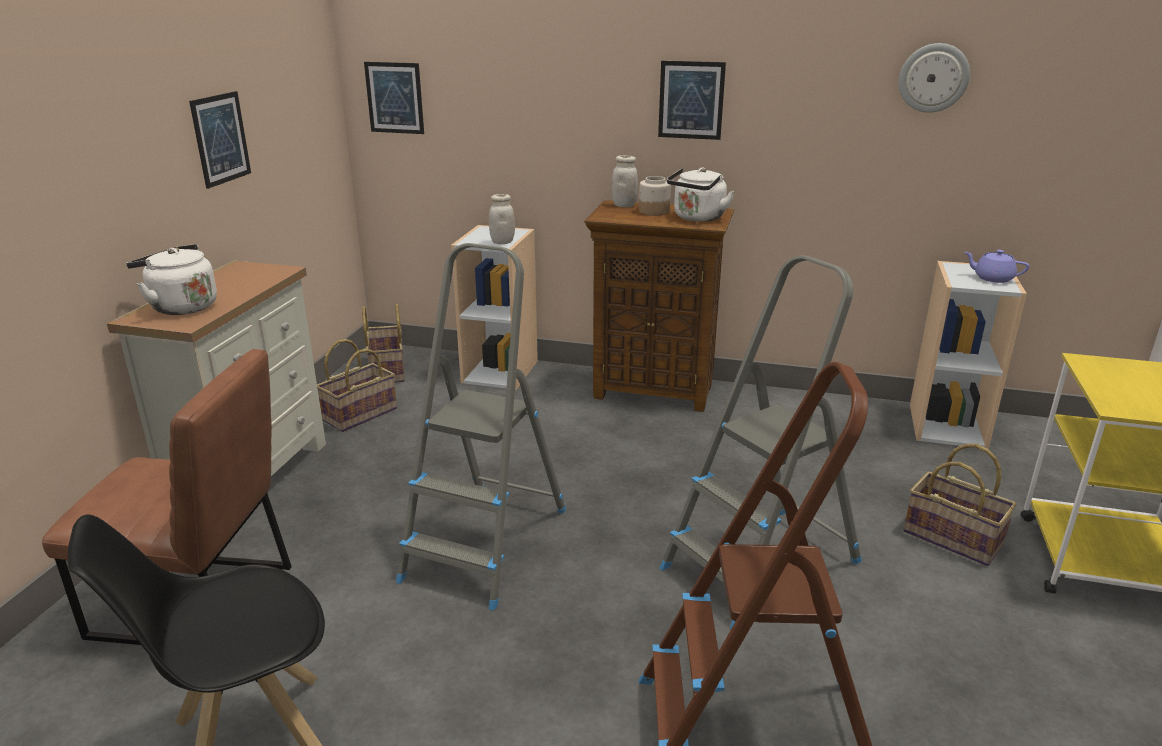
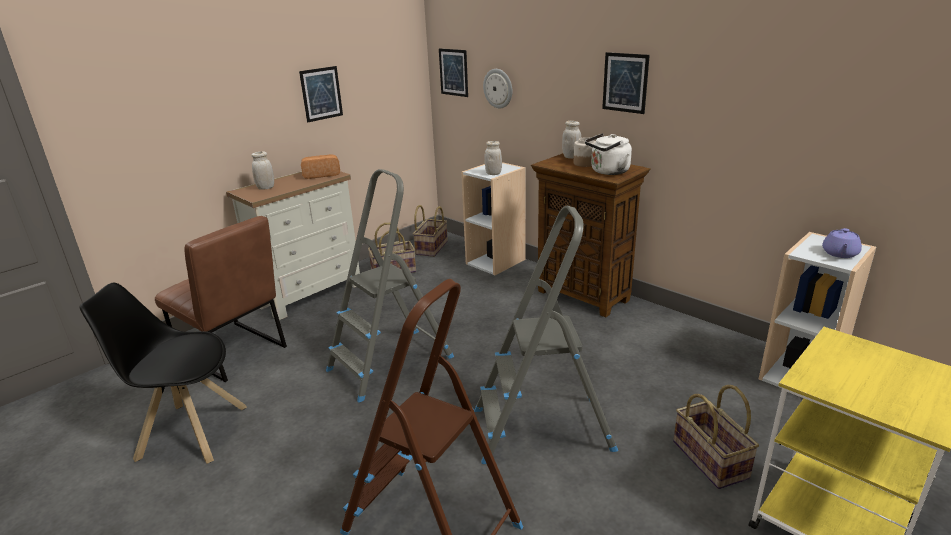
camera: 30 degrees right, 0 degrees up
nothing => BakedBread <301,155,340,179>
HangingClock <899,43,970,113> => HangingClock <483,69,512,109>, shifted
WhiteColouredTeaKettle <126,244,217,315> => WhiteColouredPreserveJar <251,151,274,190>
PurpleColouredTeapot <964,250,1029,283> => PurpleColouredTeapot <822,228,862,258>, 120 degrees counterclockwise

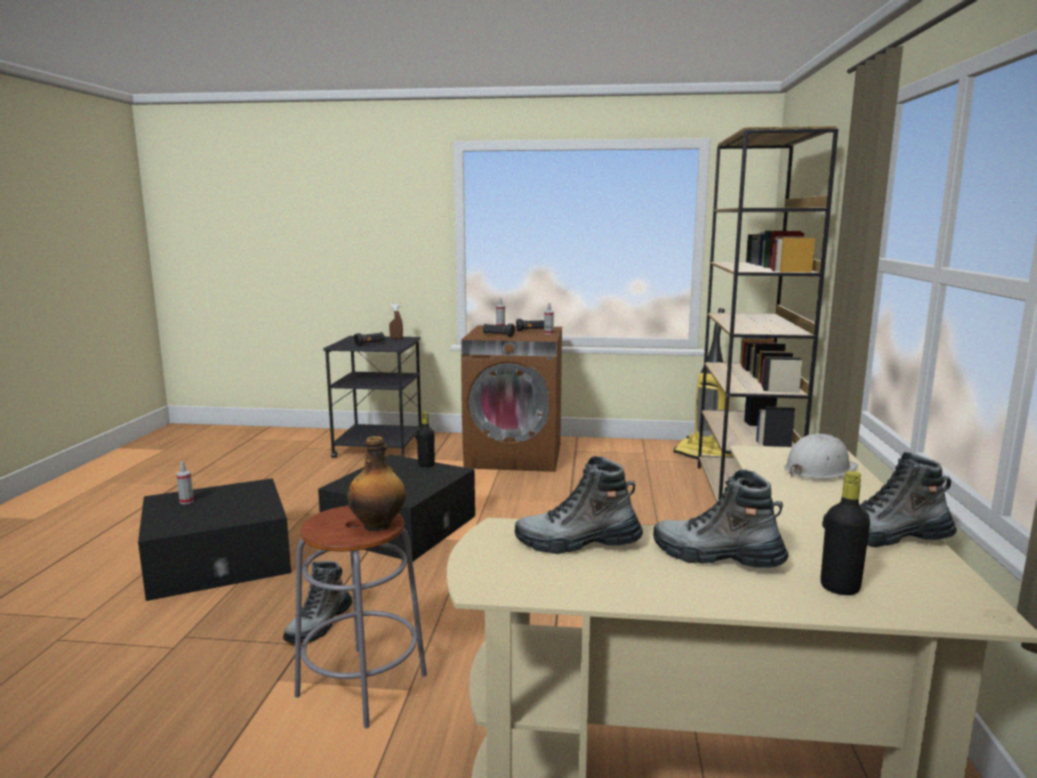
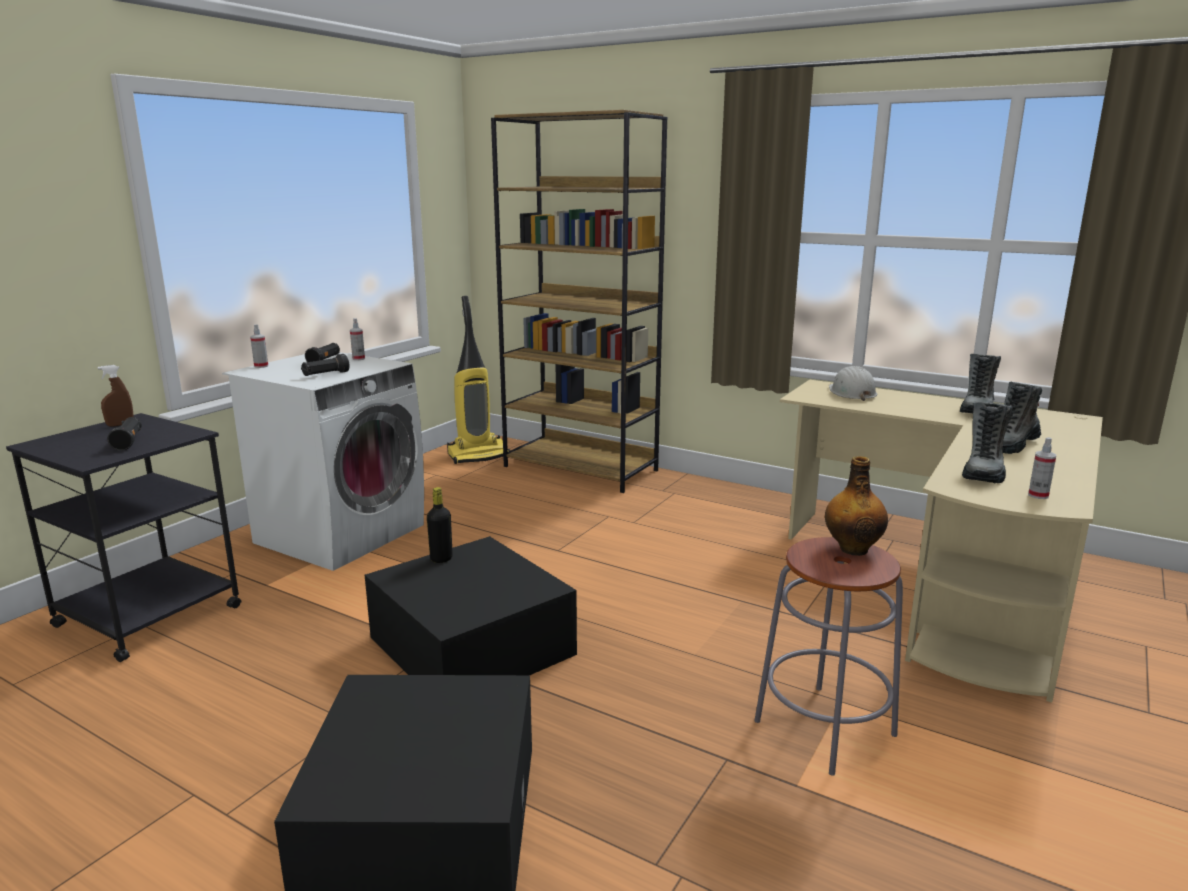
camera: 65 degrees left, 5 degrees up
TallBoot <283,561,352,643> => nothing
BlackishBeverageBottle <821,471,870,595> => nothing
HandSprayer <176,462,194,504> => HandSprayer <1028,437,1056,499>, shifted
BrownWashingMachine <461,325,562,472> => WhiteColouredWashingMachine <222,352,424,571>

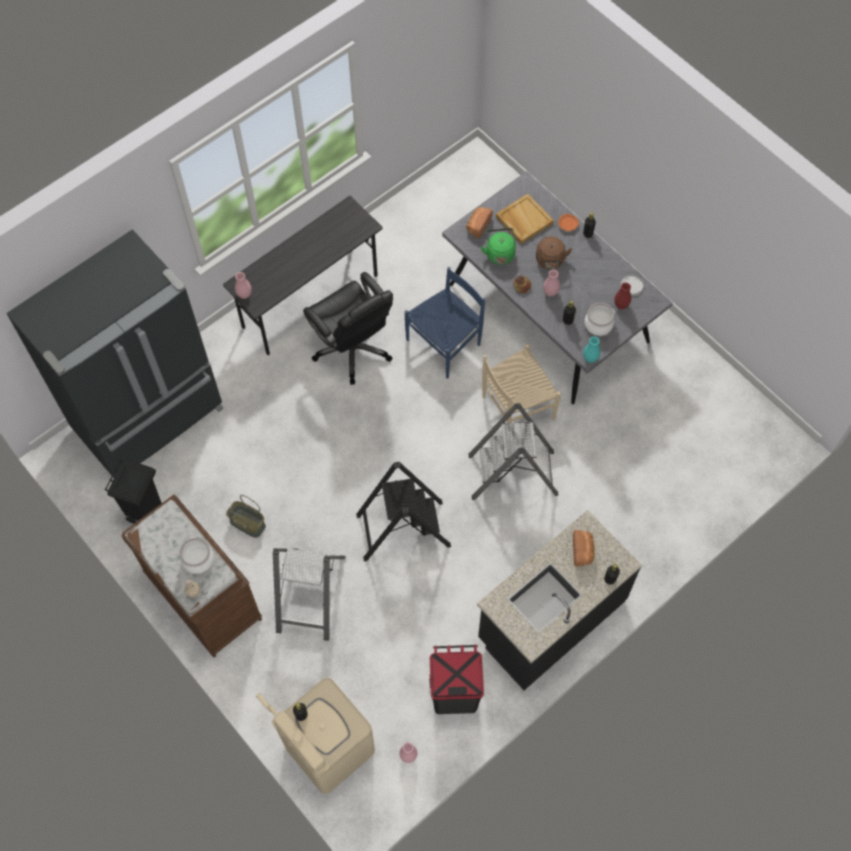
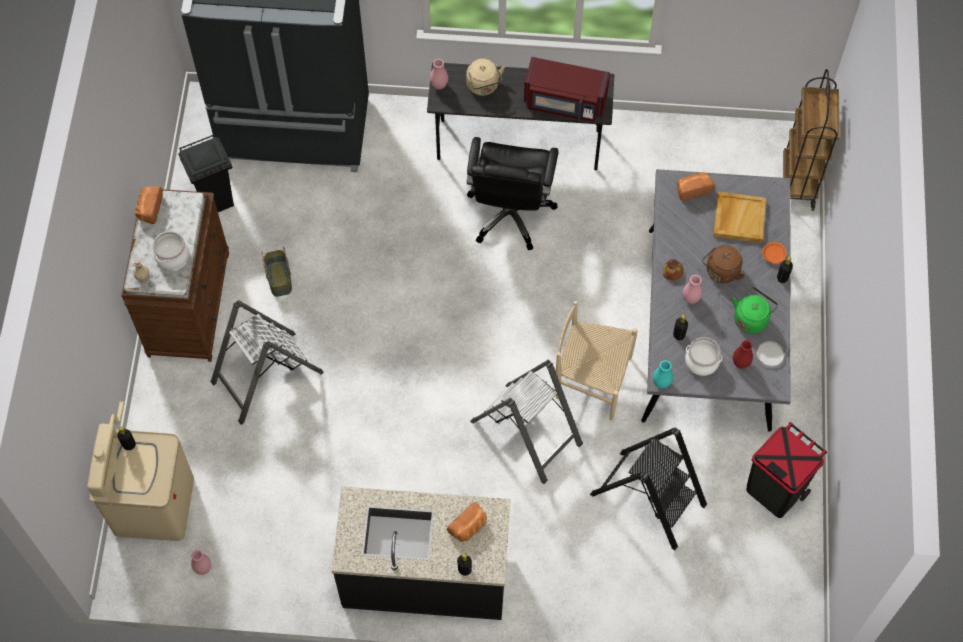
camera: 45 degrees right, 0 degrees up
BlueColouredChair <405,267,485,379> => nothing
nothing => BakedBread <135,186,163,224>
nothing => BeigeColouredTeaKettle <466,58,505,96>
nothing => RedKitchenMicrowave <524,57,610,122>
nothing => BrownCart <783,69,840,211>
BlackishStepLadder <356,462,451,562> => BlackishStepLadder <590,427,707,550>, shifted
BlackishTrashCan <429,644,484,714> => BlackishTrashCan <746,422,827,518>, shifted
GreenTeaKettle <481,228,516,265> => GreenTeaKettle <733,287,778,334>, shifted

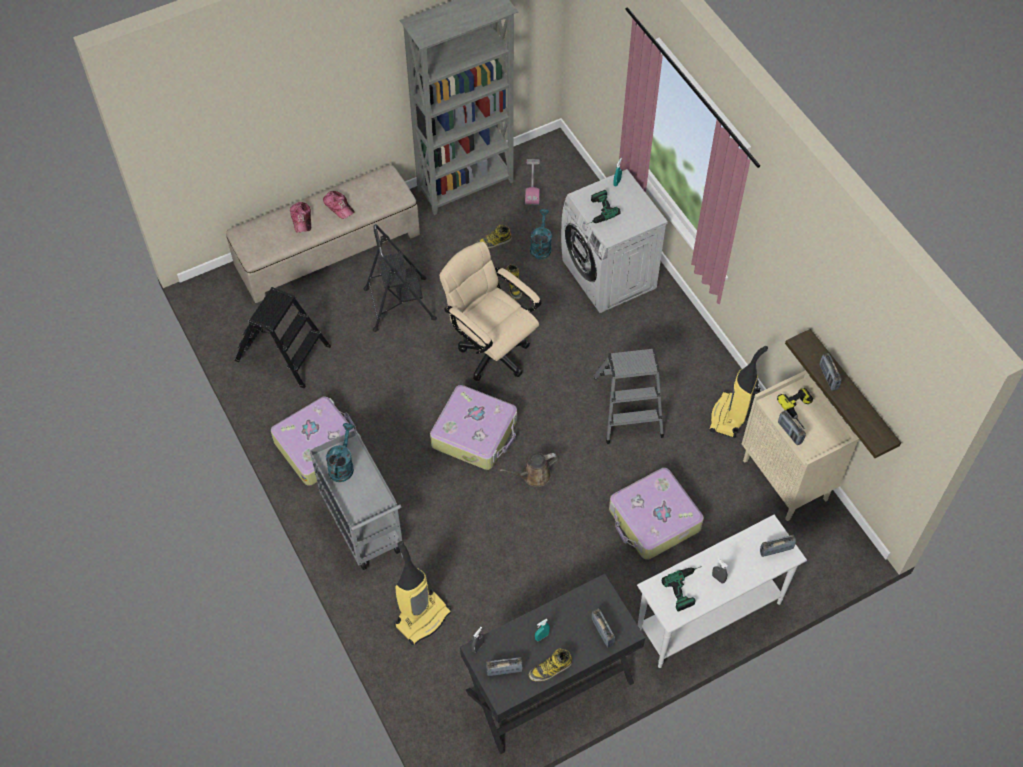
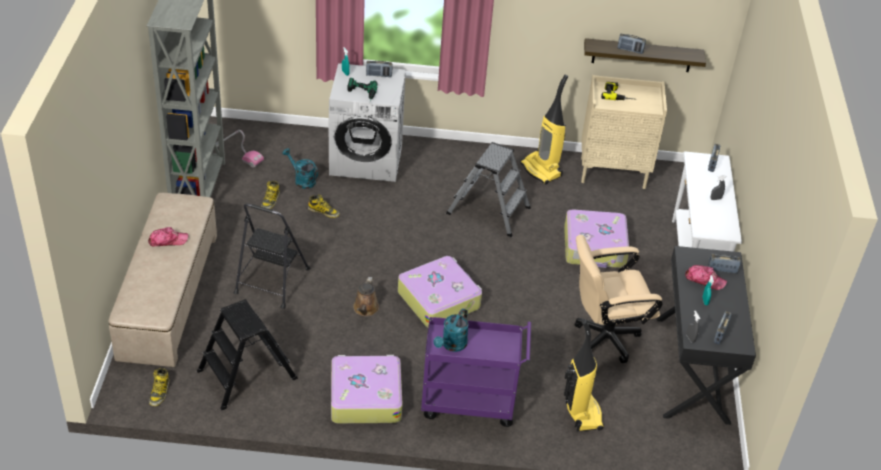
camera: 60 degrees left, 15 degrees down
PowerDrill <662,566,702,612> => nothing
BaseballCap <290,202,311,233> => BaseballCap <685,265,727,290>, shifted
BeigeColouredDeskChair <439,242,541,381> => BeigeColouredDeskChair <575,235,662,363>, shifted
BrownSprinklingCan <499,453,558,487> => BrownSprinklingCan <353,277,379,317>, shifted
TallBoot <529,648,572,681> => TallBoot <149,368,169,406>, shifted
Radio <778,410,806,445> => Radio <366,61,393,77>, shifted
GrayCart <310,430,402,570> => PurpleColouredCart <421,317,531,427>
BlueGreenSprinklingCan <326,423,354,482> => BlueGreenSprinklingCan <433,309,469,352>, 105 degrees counterclockwise

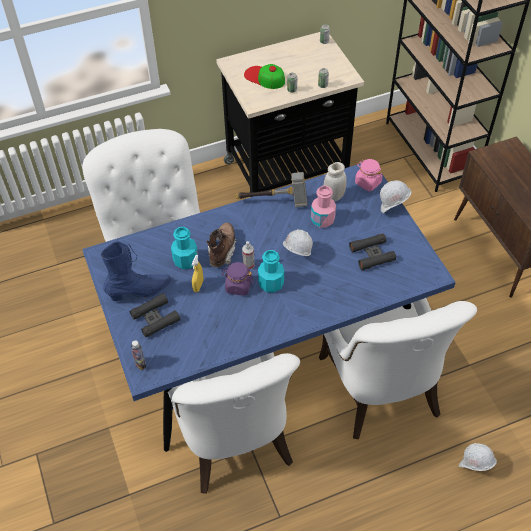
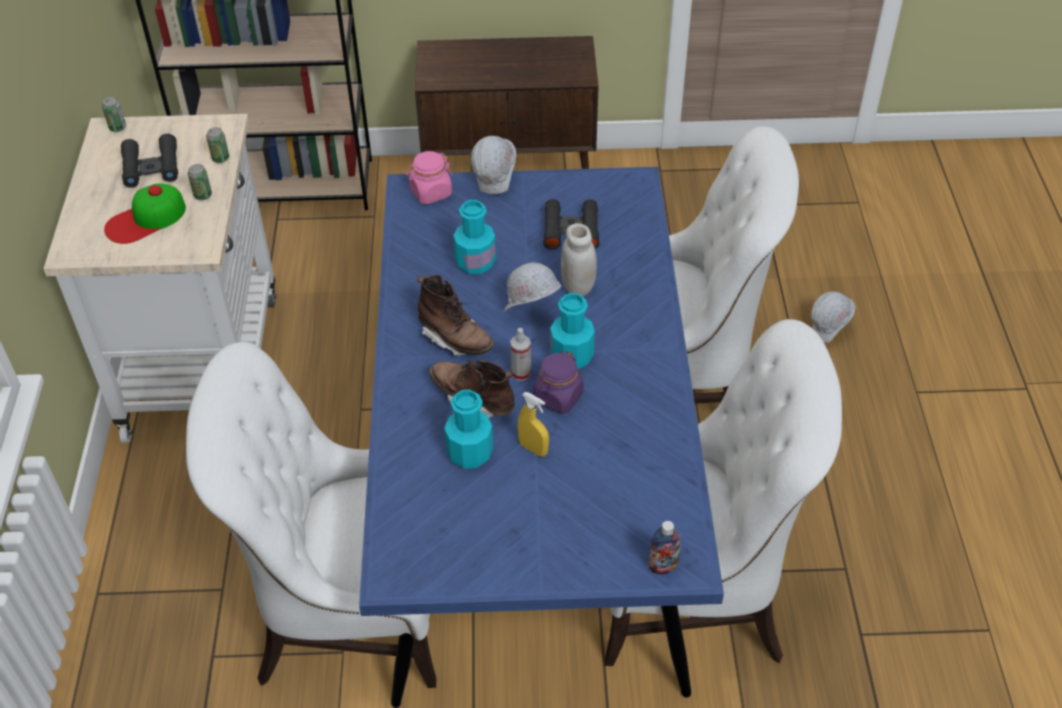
camera: 70 degrees left, 5 degrees down
BlueColouredTallBoot <101,241,172,301> => nothing
ToolHammer <235,172,307,207> => nothing
nothing => BrownTallBoot <417,275,495,356>
BlackishBinoculars <129,293,181,337> => BlackishBinoculars <121,134,178,188>, shifted
WhiteColouredPreserveJar <323,162,347,202> => WhiteColouredPreserveJar <561,223,597,296>, shifted
BlackishCart <216,32,364,197> => WhiteColouredCart <43,114,277,443>
PinkColouredBeverageBottle <311,186,336,228> => BlueGreenBeverageBottle <453,200,496,274>

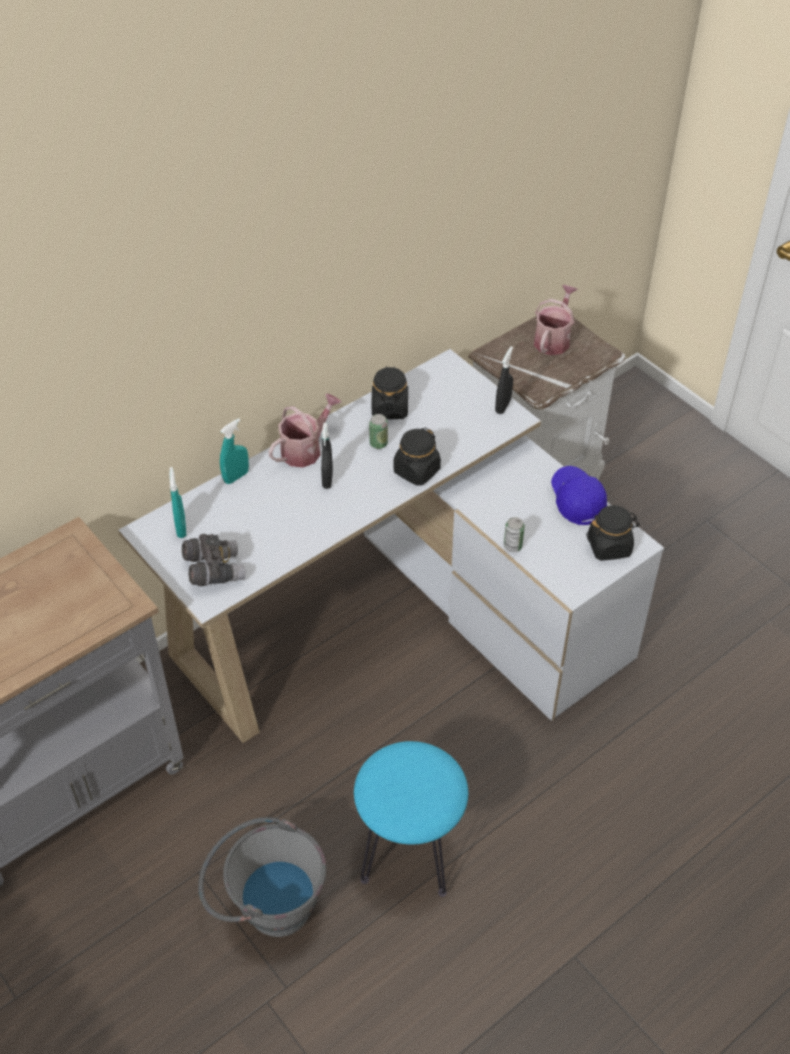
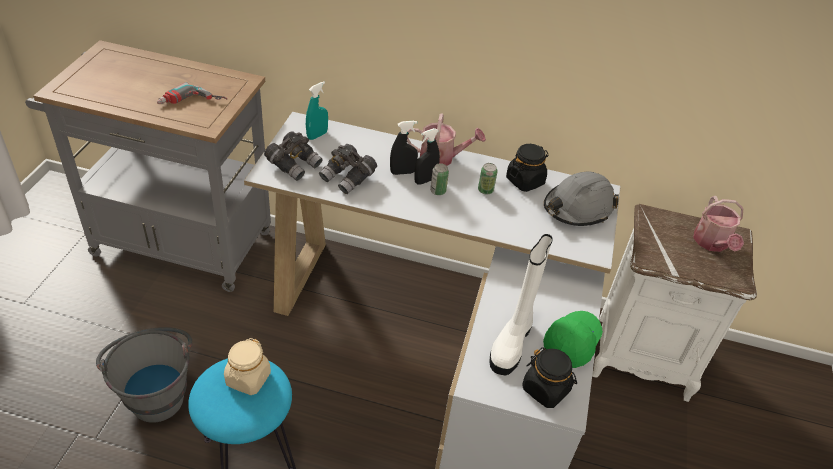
camera: 50 degrees right, 5 degrees down
BlueGreenHandSprayer <220,418,249,484> => nothing
BlackishPreserveJar <394,427,441,486> => nothing
nothing => PowerDrill <157,82,227,104>
nothing => BeigeColouredPreserveJar <224,338,271,395>
nothing => GrayBinoculars <319,144,377,194>
nothing => WhiteColouredTallBoot <489,234,553,375>
nothing => GraySafetyHelmet <544,171,619,226>
BlackishHandSprayer <495,346,513,414> => BlackishHandSprayer <390,121,418,175>, shifted
Can <504,517,525,552> => Can <430,163,449,195>, shifted
BlueColouredBaseballCap <551,466,607,525> => GreenBaseballCap <543,311,603,368>
SprinklingCan <534,285,578,355> => SprinklingCan <693,196,744,252>, 105 degrees clockwise

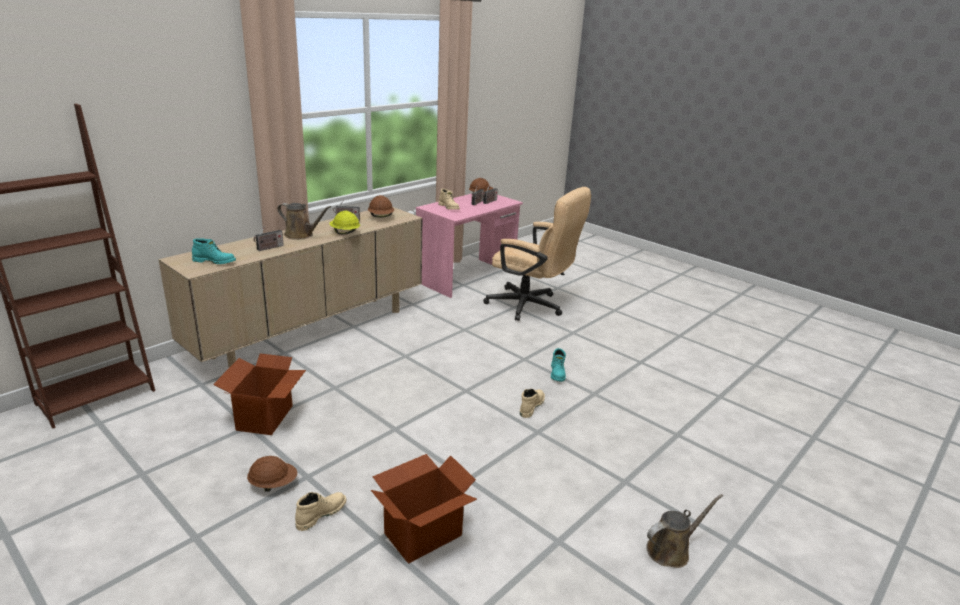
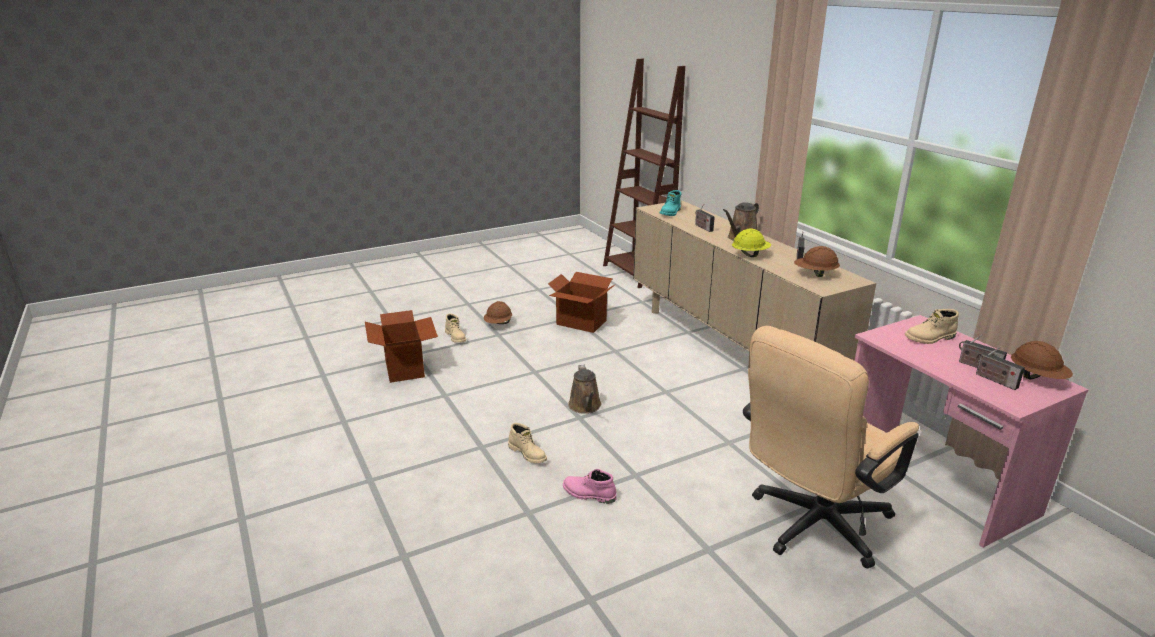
camera: 110 degrees right, 0 degrees up
BrownSprinklingCan <646,494,723,568> => BrownSprinklingCan <568,365,602,414>, shifted
BlueGreenTallBoot <551,348,566,382> => PinkColouredTallBoot <563,469,616,504>

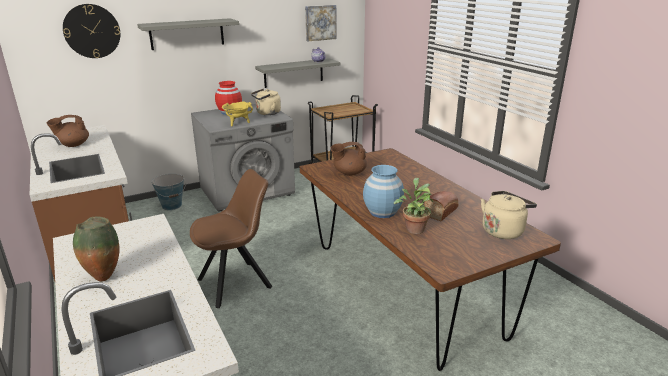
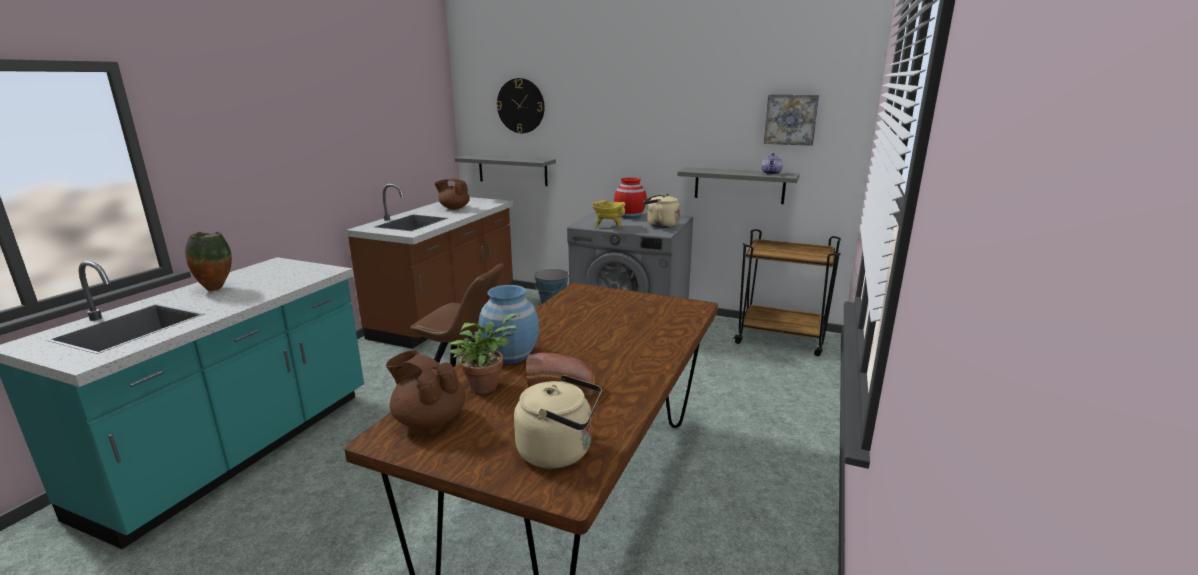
camera: 50 degrees right, 5 degrees down
GrayWallShelf <137,18,239,50> => GrayWallShelf <454,155,556,186>, shifted
BrownTeapot <330,142,367,176> => BrownTeapot <386,350,466,429>, shifted

